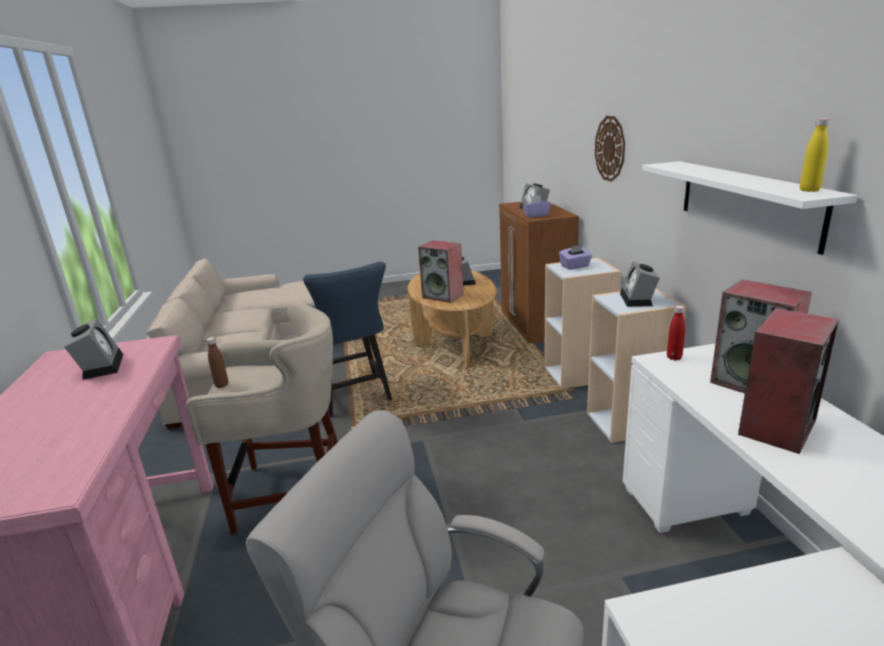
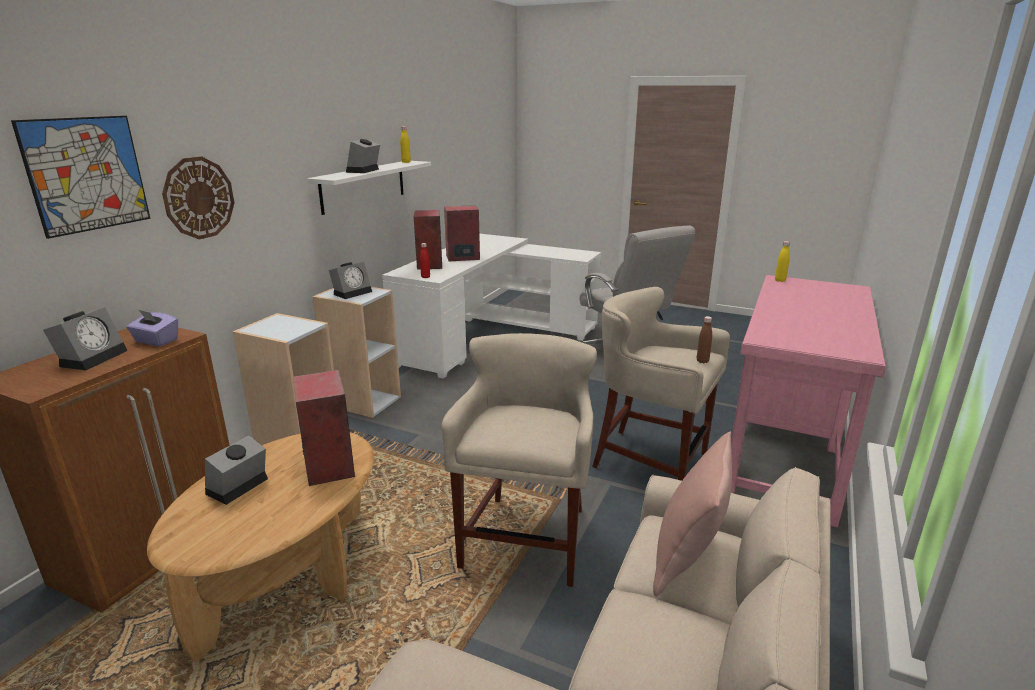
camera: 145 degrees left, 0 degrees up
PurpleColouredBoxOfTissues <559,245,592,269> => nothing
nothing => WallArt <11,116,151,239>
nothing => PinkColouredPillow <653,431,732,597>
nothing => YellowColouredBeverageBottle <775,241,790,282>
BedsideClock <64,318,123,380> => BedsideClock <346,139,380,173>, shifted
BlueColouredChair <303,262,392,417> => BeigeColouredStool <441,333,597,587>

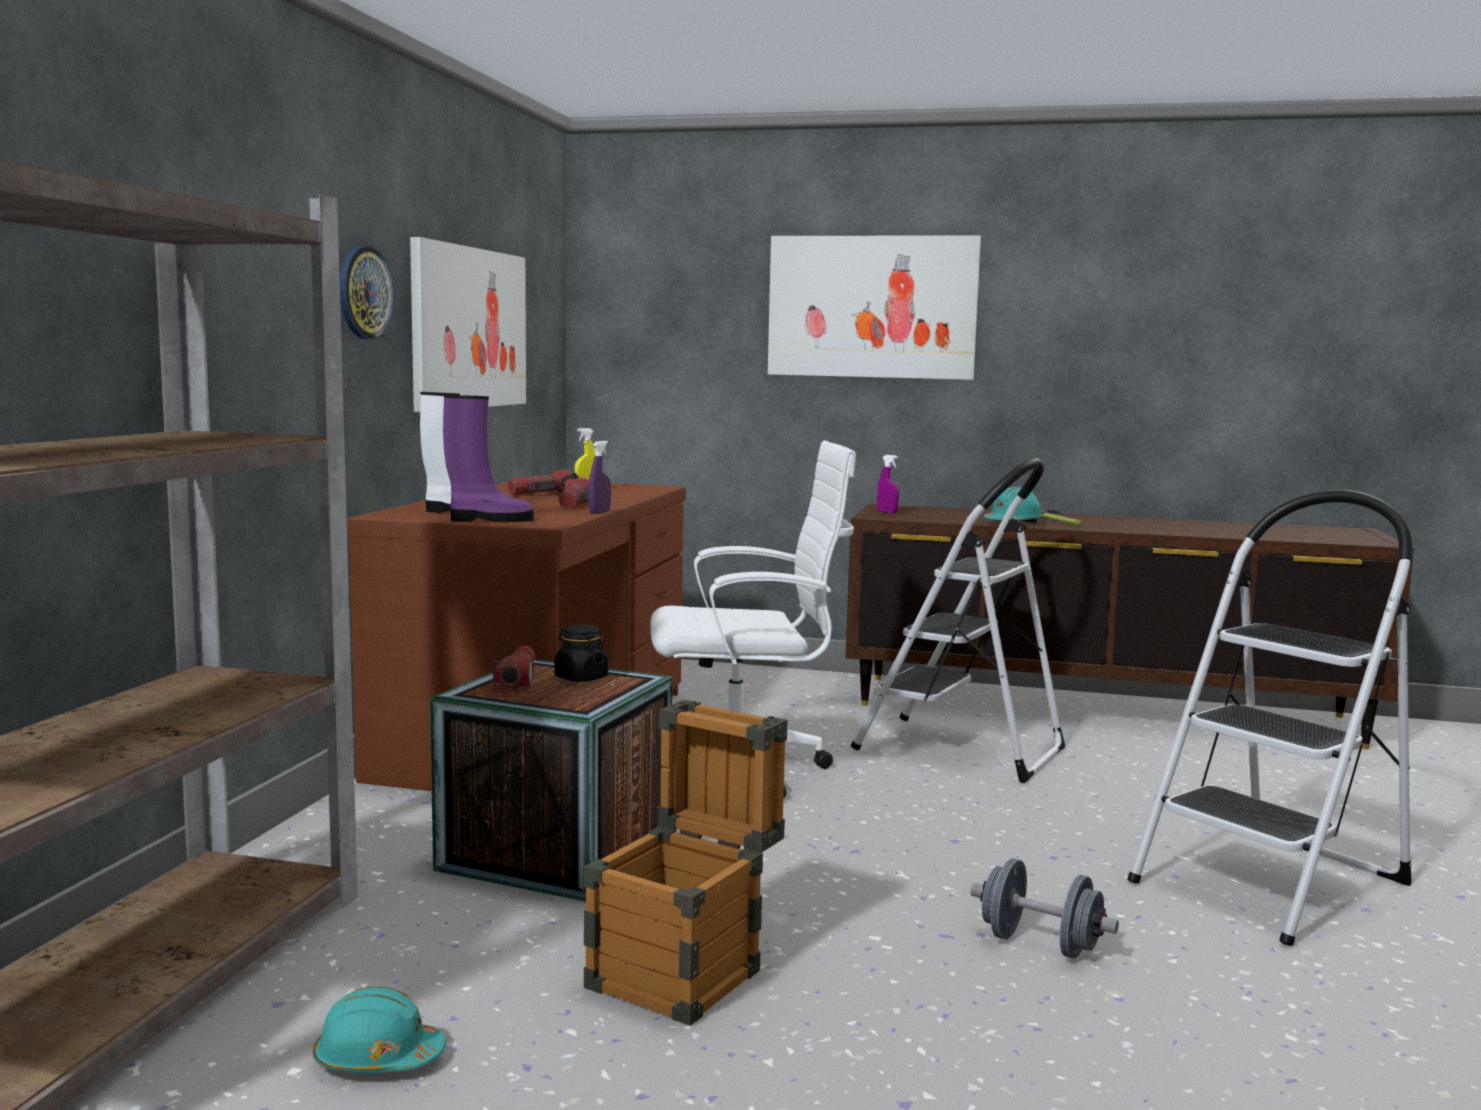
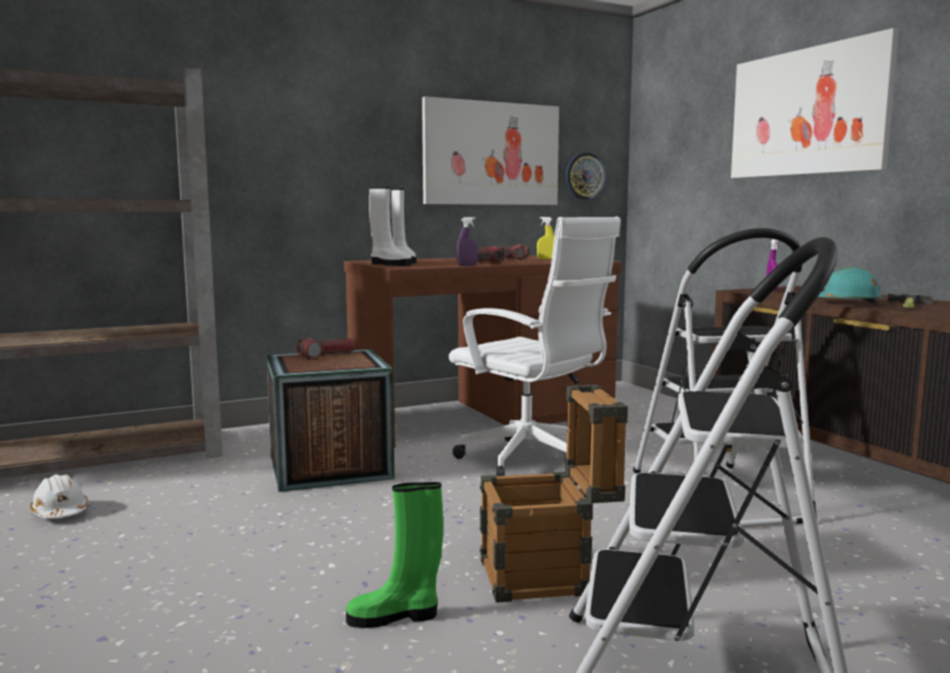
camera: 50 degrees right, 0 degrees up
BlackishPreserveJar <554,624,608,682> => nothing
HangingClock <340,245,394,339> => HangingClock <566,153,606,200>, shifted
ShippingCrate <584,700,787,1026> => ShippingCrate <480,384,628,603>, shifted
GrayHandWeight <971,858,1119,959> => GreenTallBoot <346,482,443,628>
BlueGreenSafetyHelmet <313,986,446,1073> => WhiteColouredSafetyHelmet <30,474,88,519>
PurpleColouredTallBoot <443,395,534,522> => WhiteColouredTallBoot <369,187,412,266>

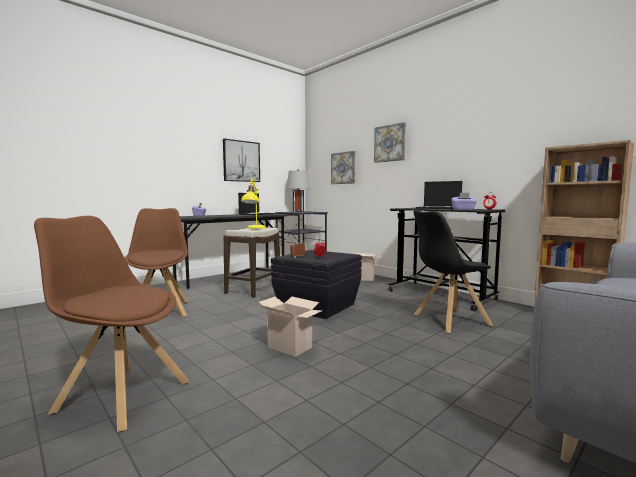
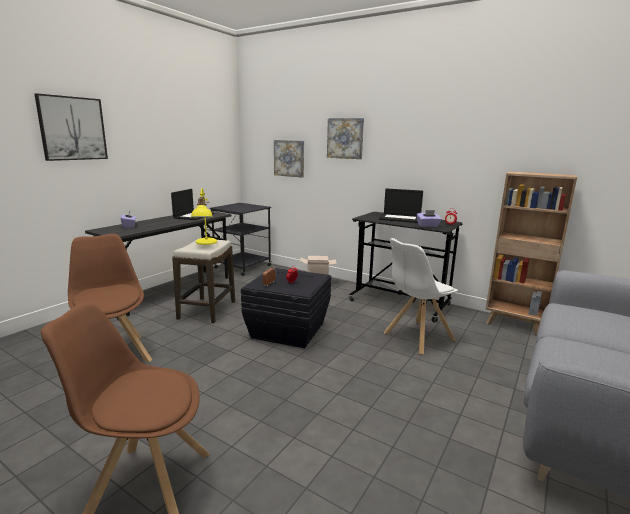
camera: 15 degrees left, 10 degrees up
PackingBox <259,297,323,357> => nothing
GrayLampForATable <287,169,310,212> => nothing
WallArt <223,139,260,182> => WallArt <34,93,108,161>, shifted
BlackishChair <413,210,493,333> => WhiteColouredChair <384,238,458,354>

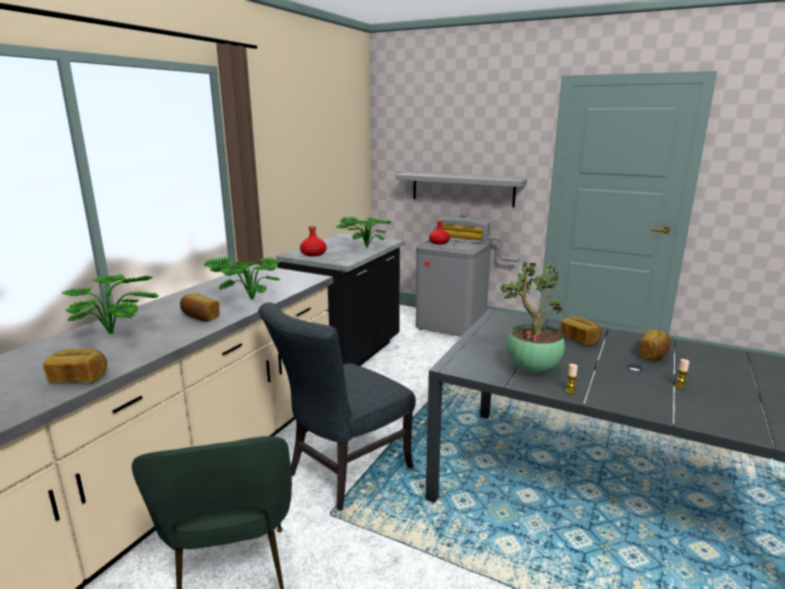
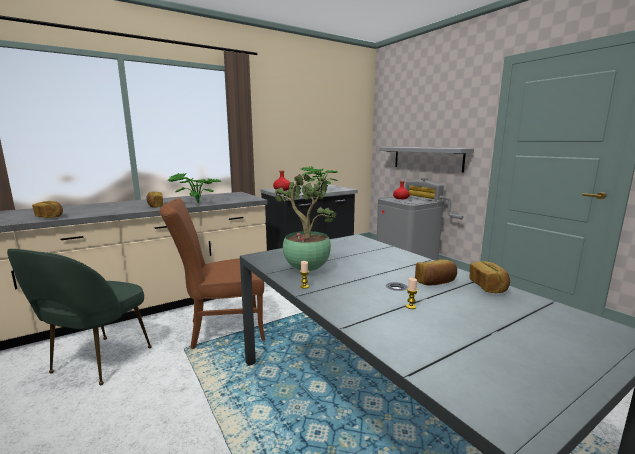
camera: 30 degrees right, 5 degrees down
Houseplant <62,274,159,334> => nothing
BakedBread <561,317,602,345> => BakedBread <470,261,510,293>, shifted
GrayChair <258,302,416,511> => BrownChair <159,198,265,349>

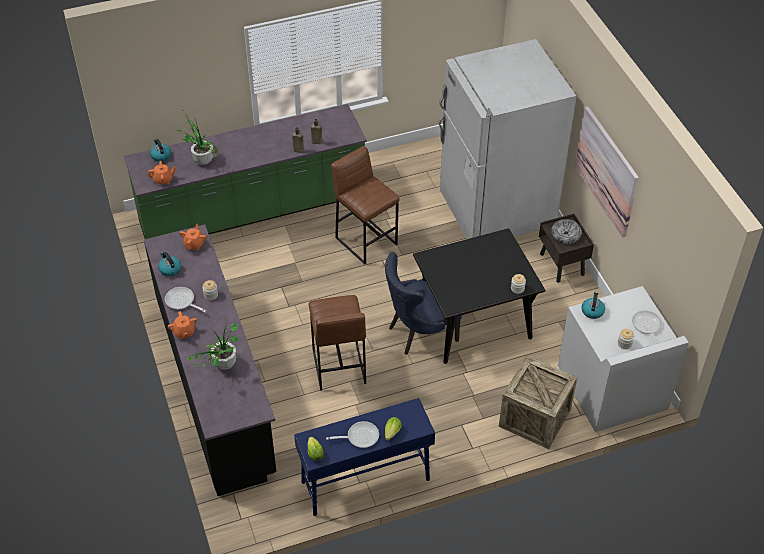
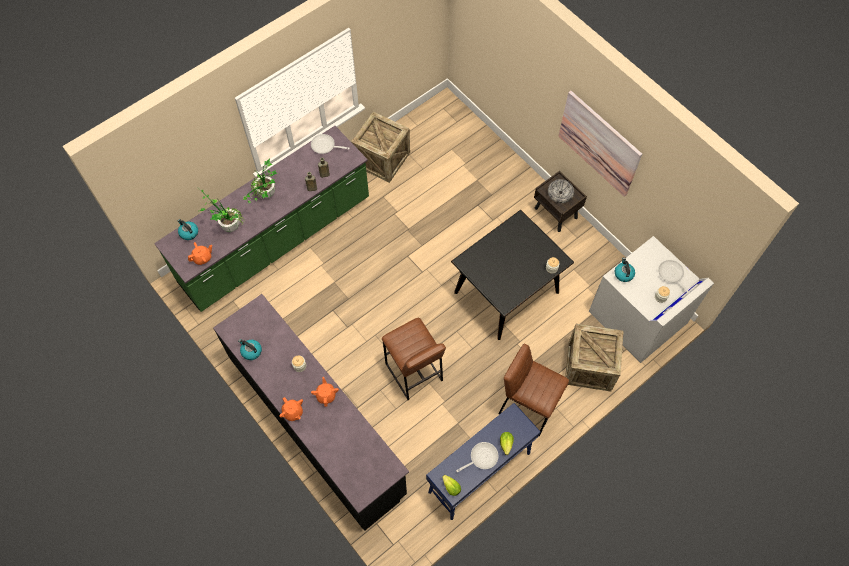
camera: 20 degrees left, 15 degrees up
BlueColouredChair <385,252,462,355> => nothing
WhiteColouredKitchenFridge <438,39,577,239> => nothing
nothing => ShippingCrate <351,112,410,183>
Skillet <165,287,206,312> => Skillet <311,134,350,154>, shifted
OrangeTeapot <179,223,207,250> => OrangeTeapot <311,377,339,407>, shifted
Houseplant <188,322,239,370> => Houseplant <243,159,277,204>, shifted
BrownStool <331,146,399,264> => BrownStool <499,343,569,436>, shifted

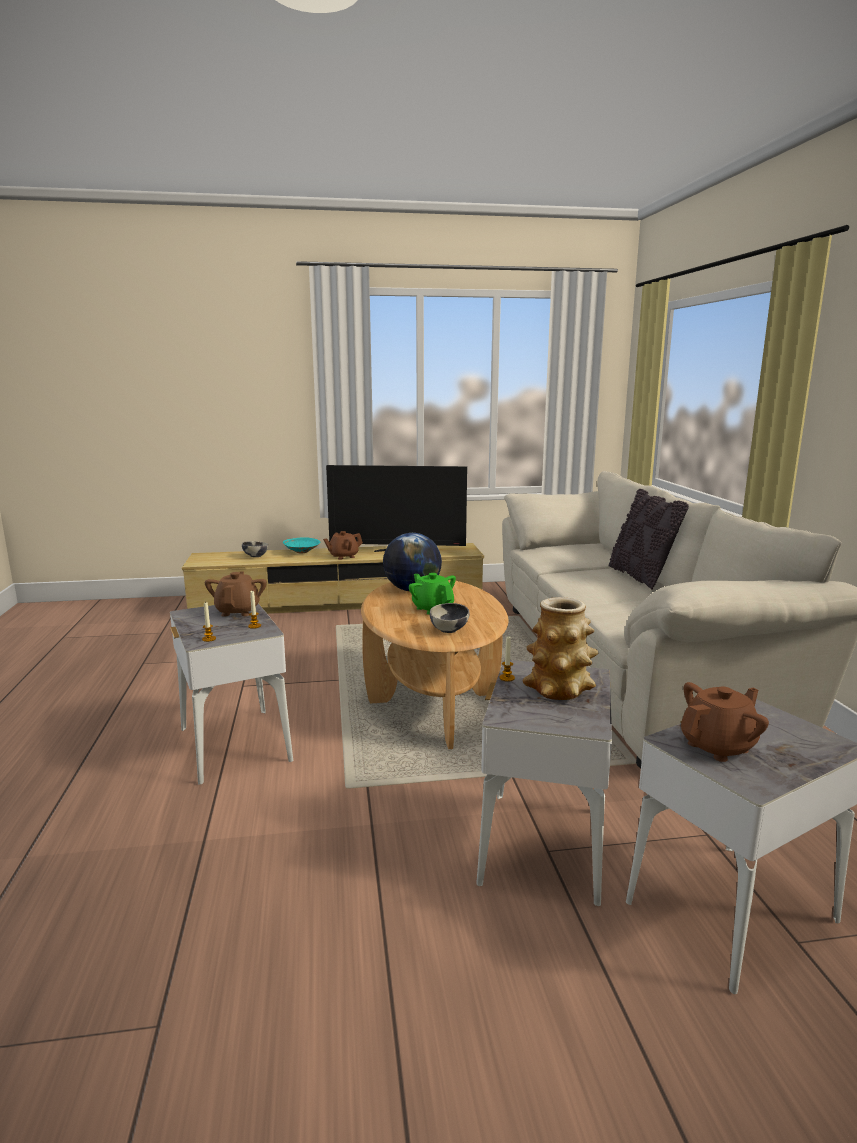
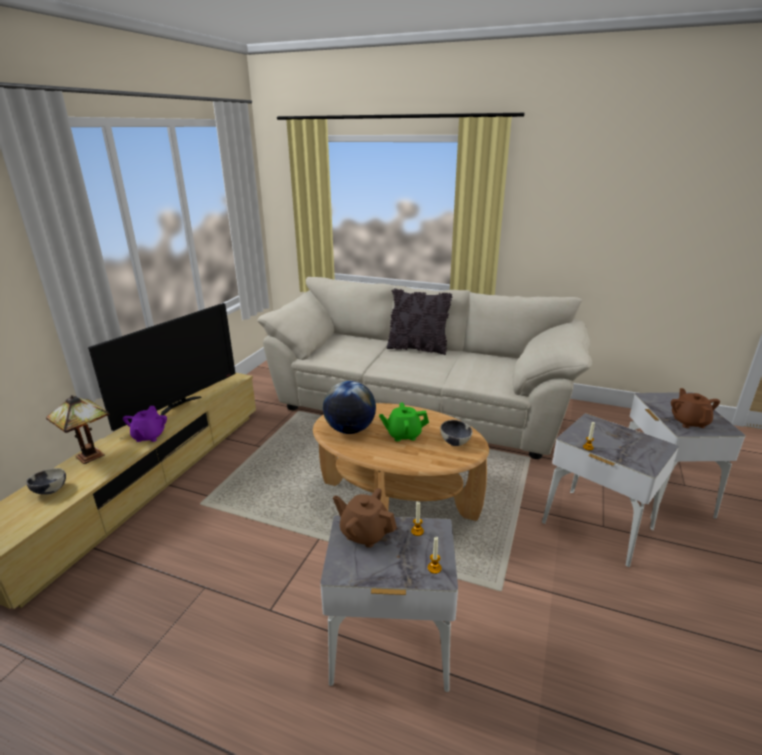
camera: 60 degrees left, 10 degrees up
DecorativeVase <522,597,599,700> => nothing
BlueGreenBowl <283,537,320,554> => LampForATable <46,395,110,464>
BrownTeapot <323,531,363,560> => PurpleColouredTeapot <123,406,167,442>

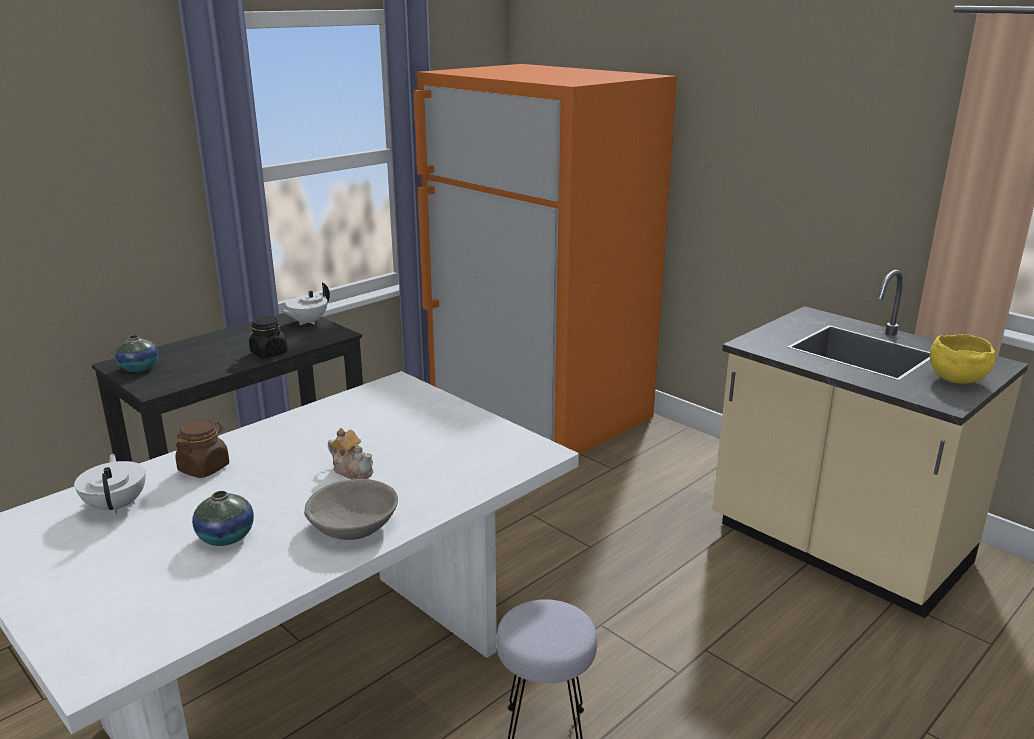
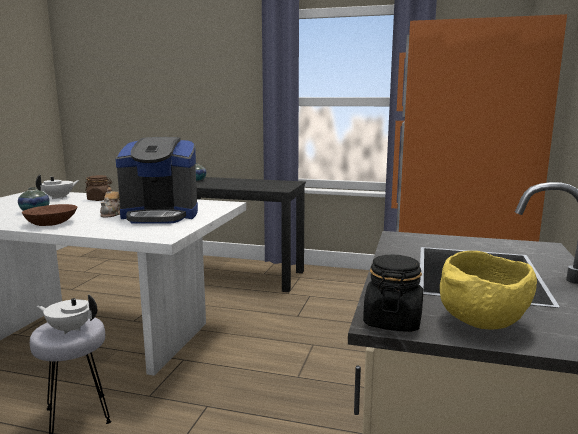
camera: 60 degrees right, 10 degrees down
nothing => CoffeeMaker <116,137,198,224>
BlackishPreserveJar <249,316,288,358> => BlackishPreserveJar <363,255,423,332>, shifted
WhiteColouredTeapot <280,283,330,325> => WhiteColouredTeapot <37,295,97,334>, shifted
GrayBowl <304,479,398,540> => BrownBowl <22,204,77,226>

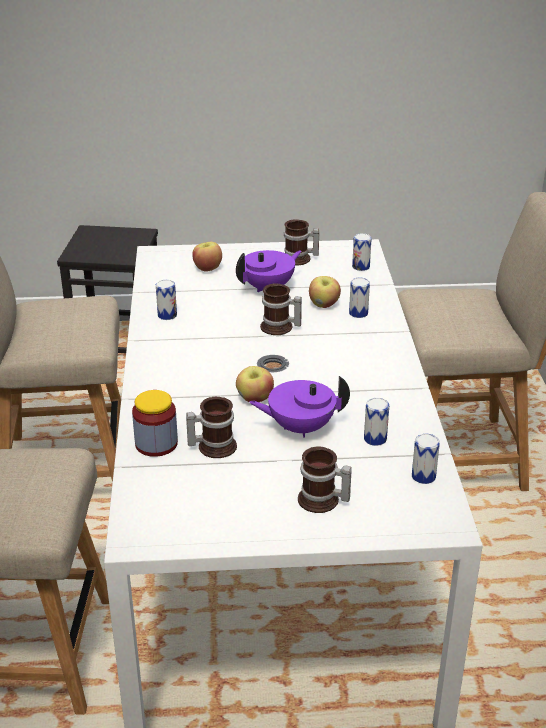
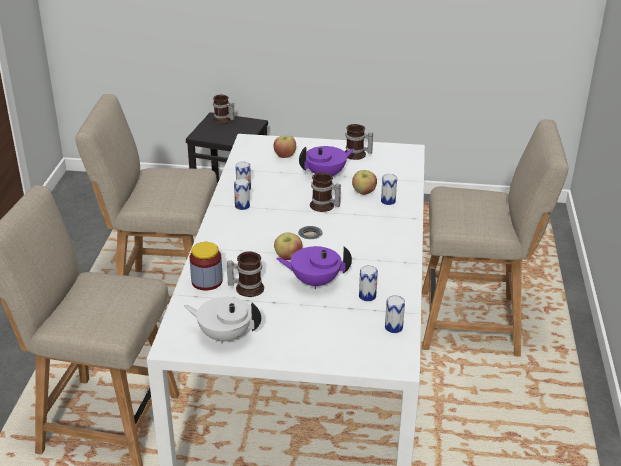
camera: 10 degrees right, 0 degrees up
nothing => WhiteColouredTeapot <184,297,261,344>
Mug <298,446,352,513> => Mug <213,95,235,124>, shifted
Can <352,233,372,271> => Can <234,179,250,210>, shifted

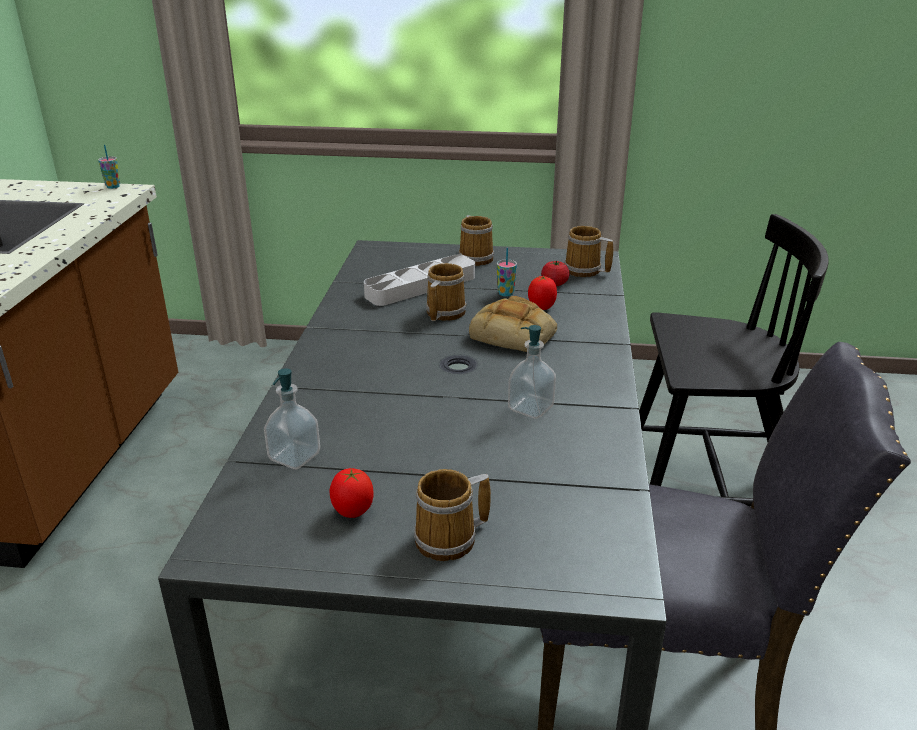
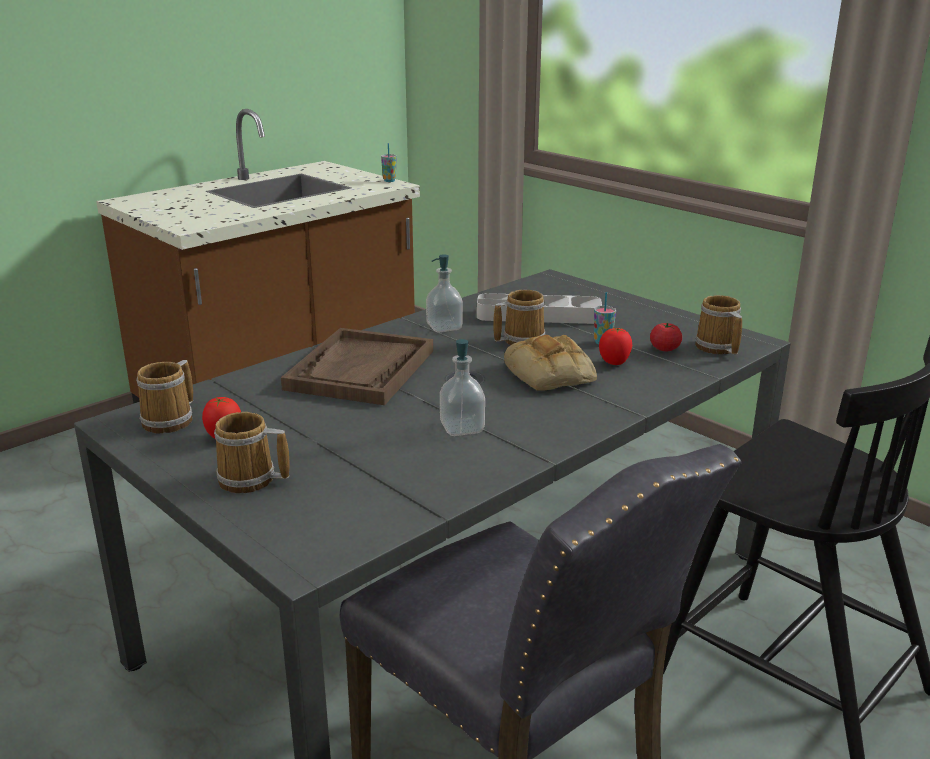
camera: 40 degrees right, 5 degrees down
nothing => BrownTray <281,328,433,405>
SoapDispenser <264,368,320,469> => SoapDispenser <426,254,463,332>, shifted
Mug <459,215,494,266> => Mug <136,360,193,433>, shifted

